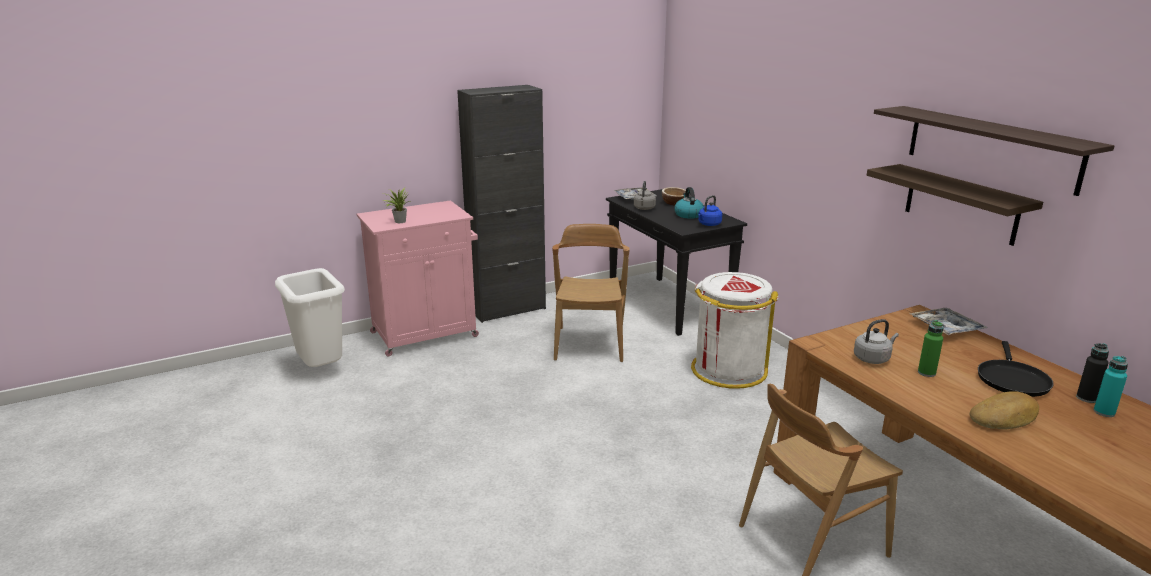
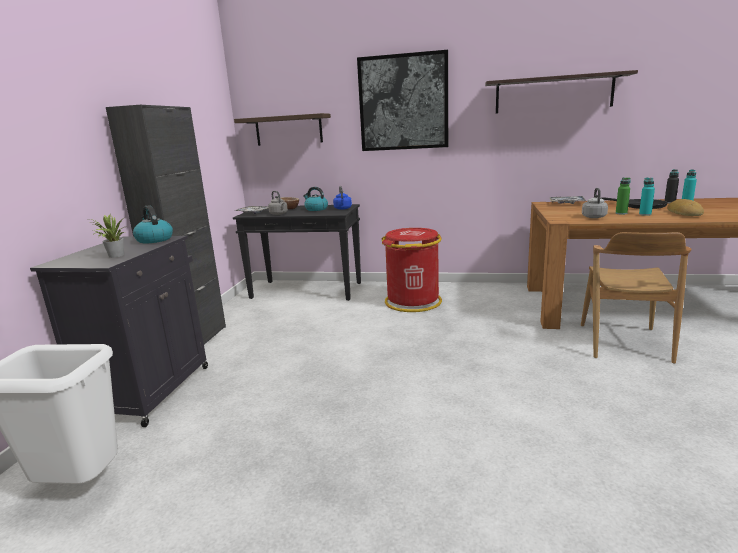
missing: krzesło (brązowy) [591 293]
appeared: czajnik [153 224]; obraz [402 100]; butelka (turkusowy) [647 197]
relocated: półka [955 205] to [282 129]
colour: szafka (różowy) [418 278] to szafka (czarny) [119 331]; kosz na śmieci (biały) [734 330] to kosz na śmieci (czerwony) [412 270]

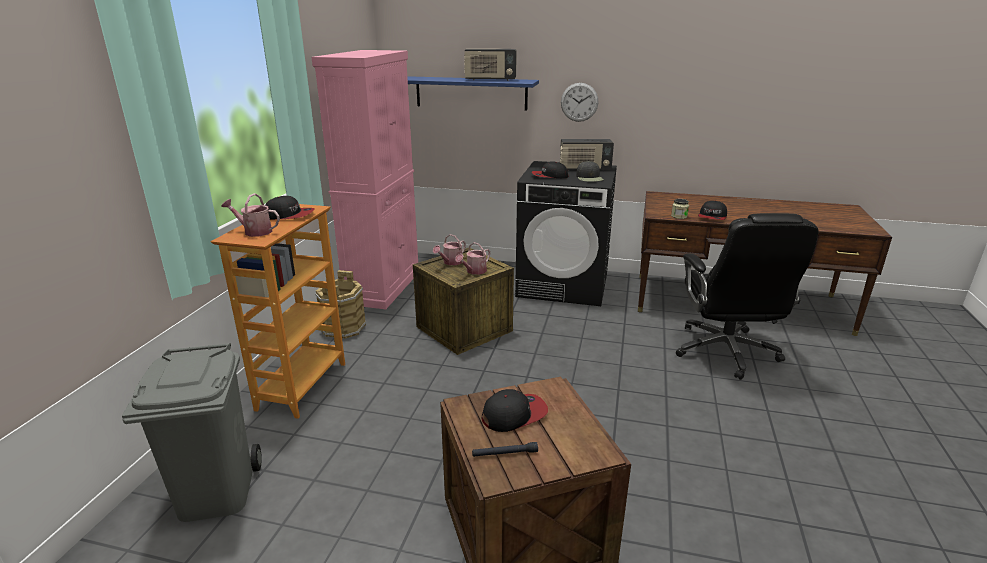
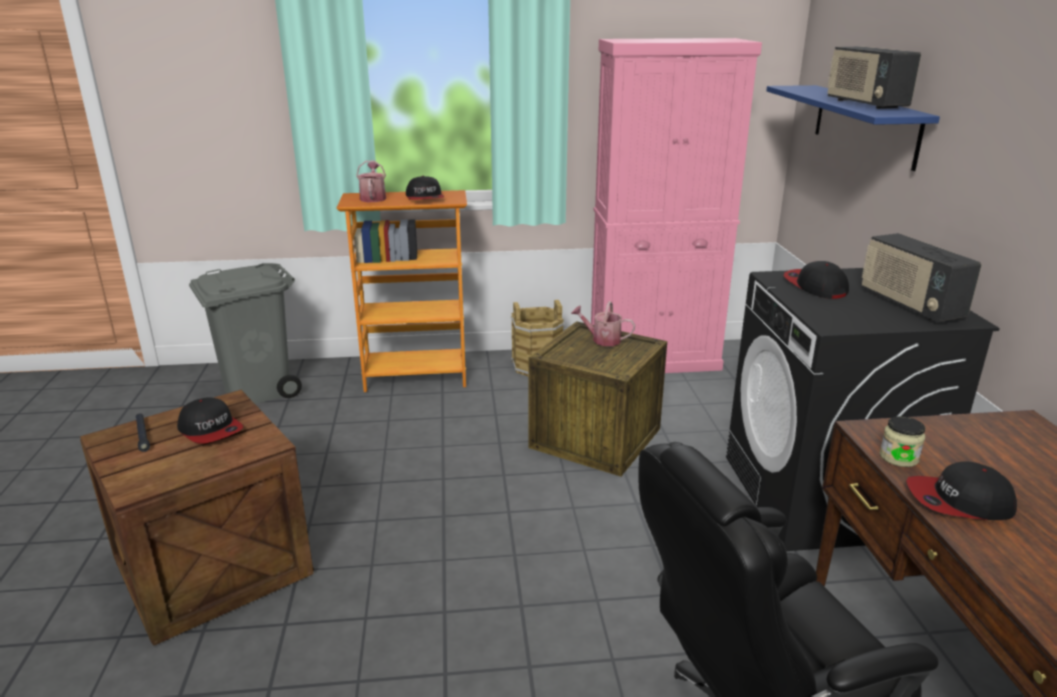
missing: konewka [472 258]; zegar ścienny [579 102]; czapka z daszkiem (czarny) [590 171]

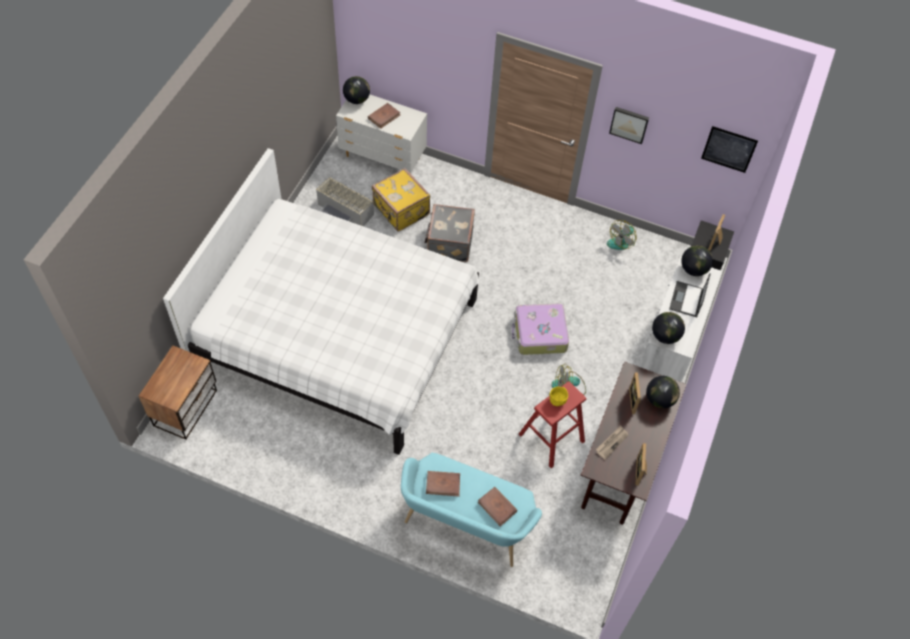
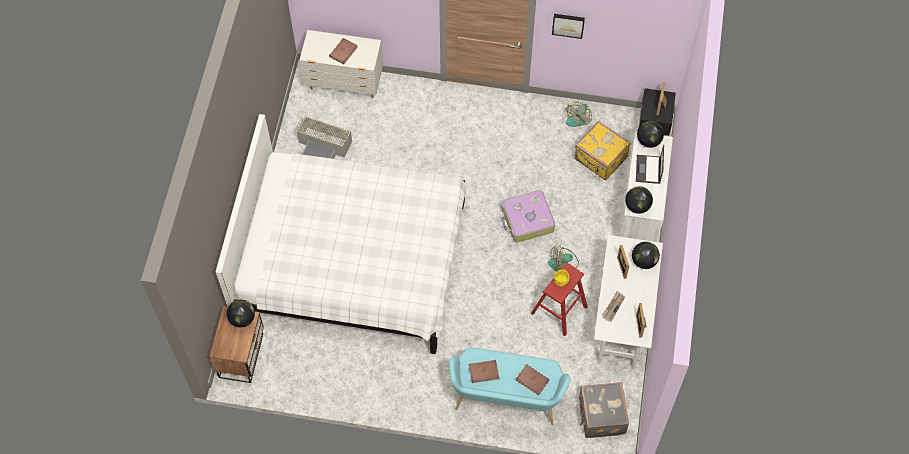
missing: obraz [729 149]
relocated: globus [356 90] to [241 313]; walizka (żółty) [401 200] to [602 151]; walizka (szary) [450 233] to [604 410]
colour: biurko (brązowy) [633 443] to biurko (biały) [628 302]

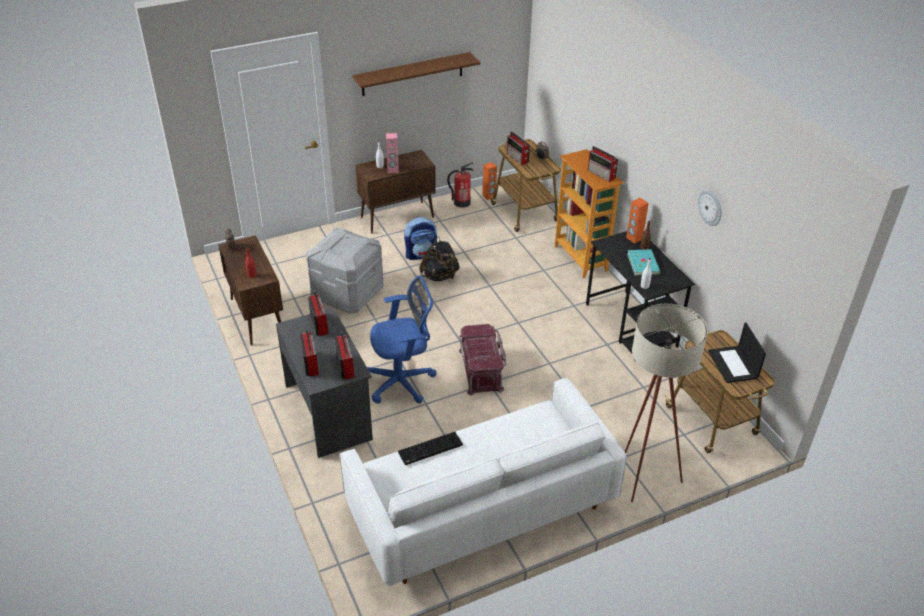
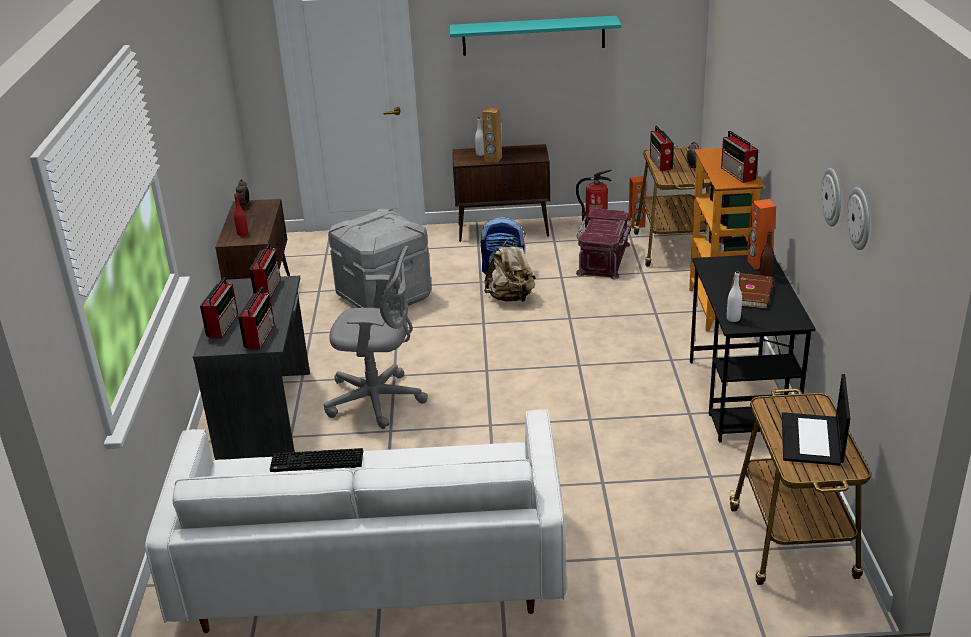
missing: lampa stojąca (beżowy) [666 403]
appeared: zegar ścienny [858 218]
relocated: pojemnik do przechowywania (czerwony) [483 360] to [604 244]
colour: półka (brązowy) [416 74] to półka (turkusowy) [535 36]; krzesło biurowe (niebieski) [402 339] to krzesło biurowe (szary) [376 337]; głośnik (różowy) [392 153] to głośnik (brązowy) [492 134]; plecak (czarny) [439 259] to plecak (beżowy) [510 270]; książka (turkusowy) [643 262] to książka (brązowy) [751 291]

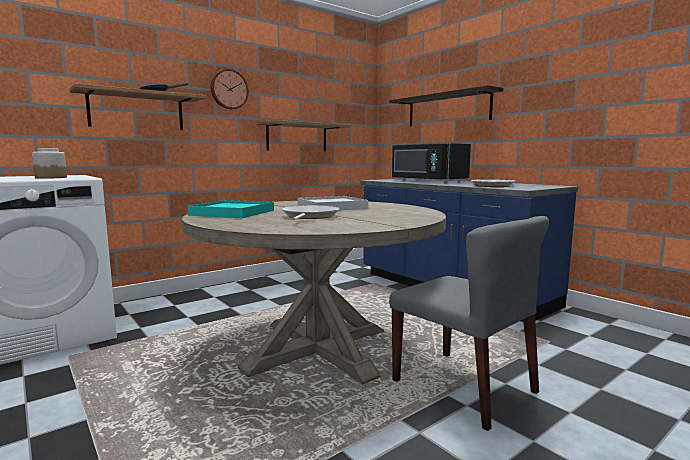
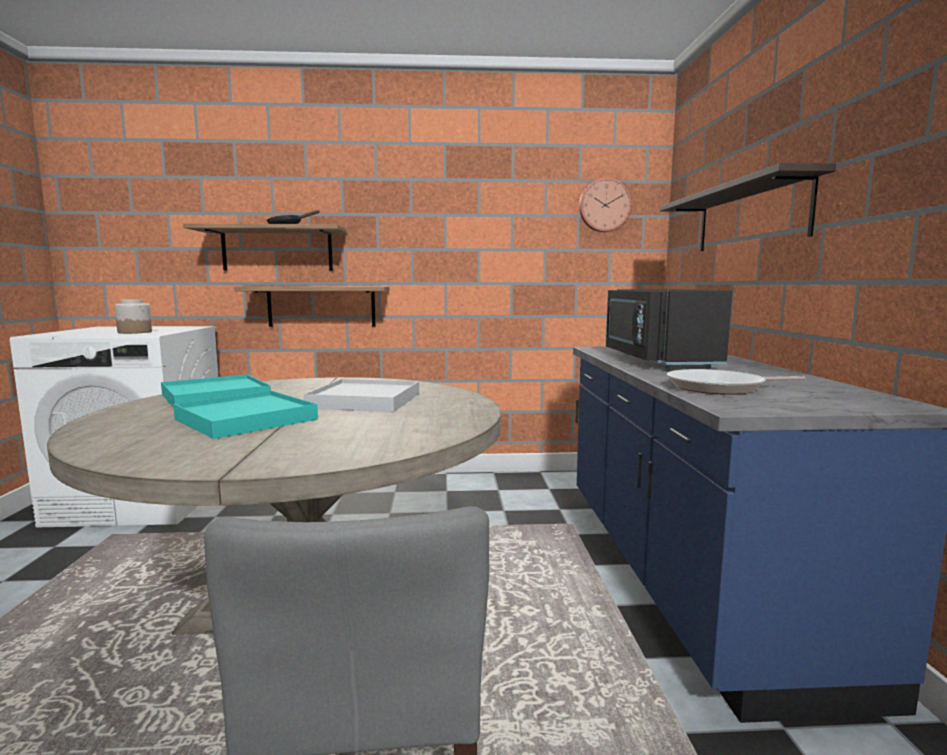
relocated: zegar ścienny [229 89] to [605 204]; półka [304 135] to [311 307]
exchanged: patelnia [310 212] to taca (turkusowy) [245 415]

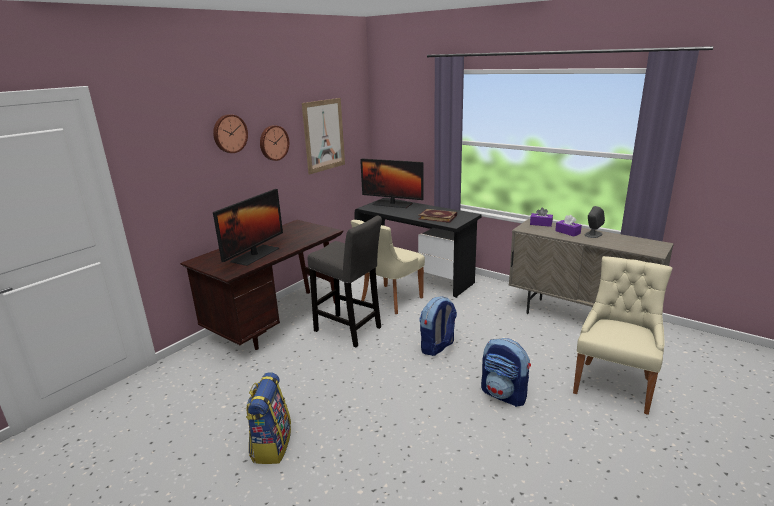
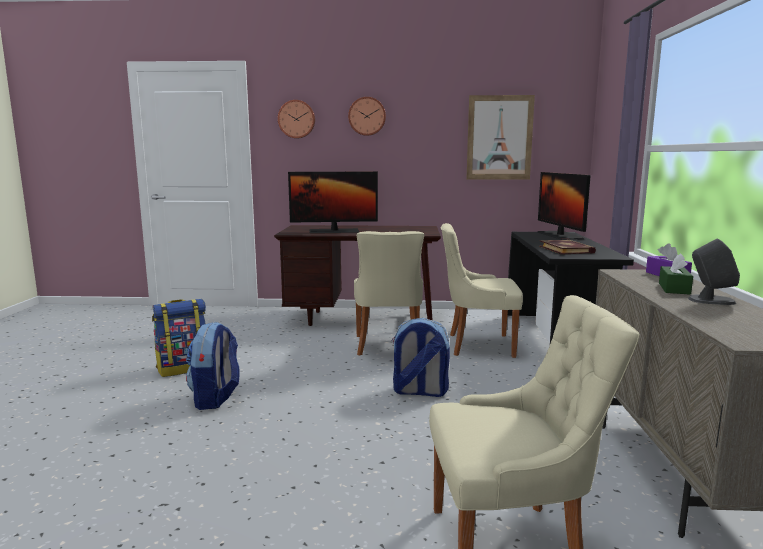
relocated: zegar ścienny [274 143] to [296 119]; plecak [506 372] to [212 365]
exchanged: stołek (szary) [345 281] to krzesło (beżowy) [389 293]
colour: pudełko chusteczek (fioletowy) [568 225] to pudełko chusteczek (zielony) [676 274]

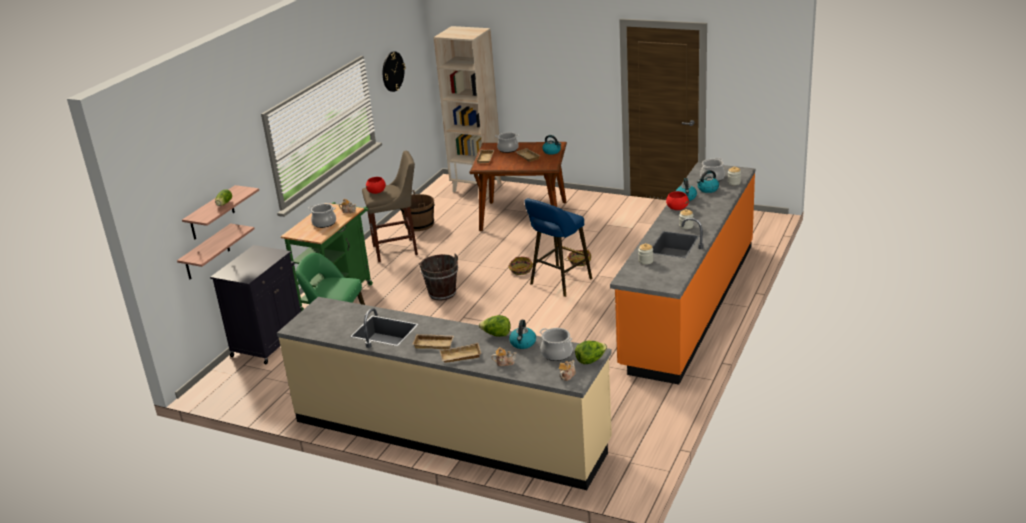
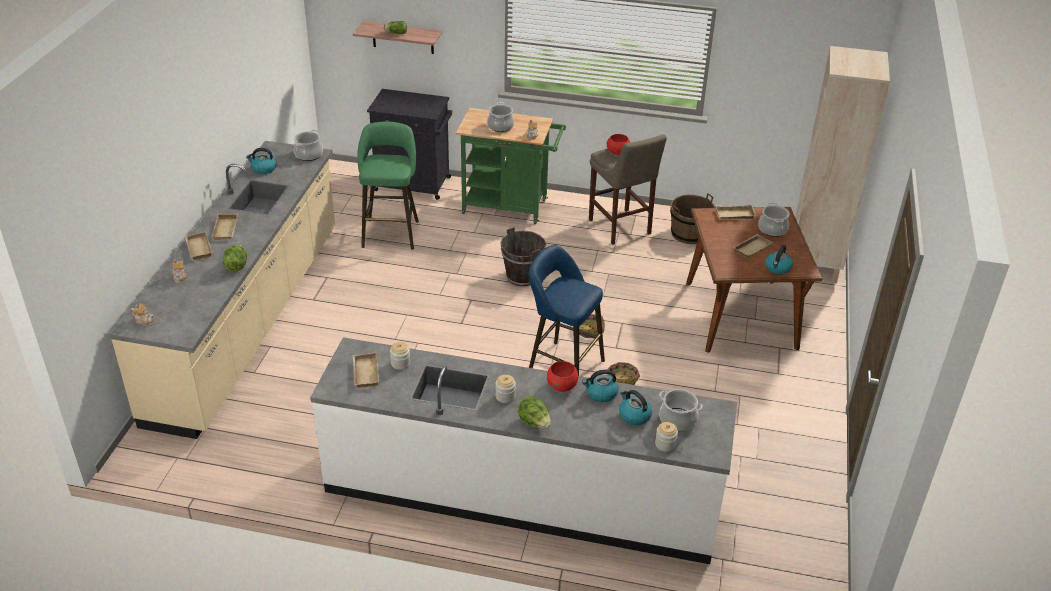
missing: półka [215 251]; zegar ścienny [394 71]
appeared: taca (beżowy) [366 370]
relocated: czajnik [522 334] to [261 161]; garnek [556 344] to [308 145]; sałata [591 352] to [534 412]
colour: zabudowa kuchenna (pomarańczowy) [682 274] to zabudowa kuchenna (biały) [523 450]

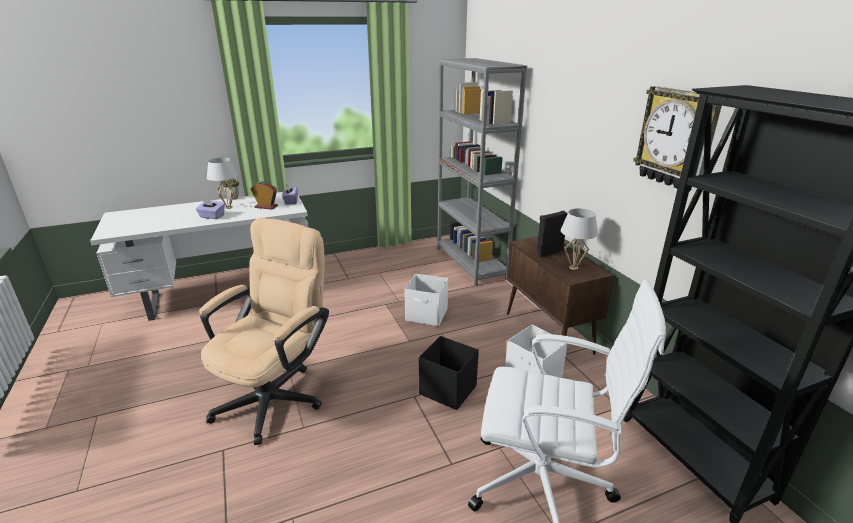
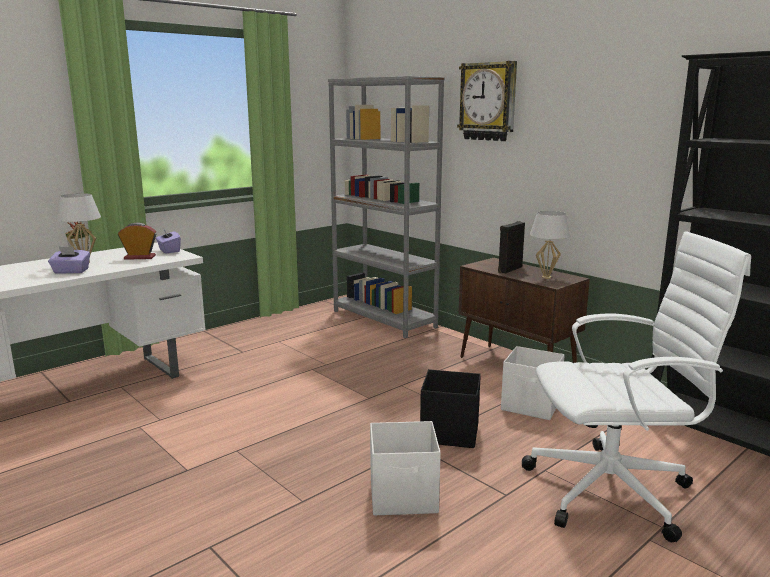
missing: krzesło biurowe (beżowy) [264 331]
relocated: pojemnik do przechowywania (biały) [426 300] to [405 468]; zegar ścienny [677 139] to [487 101]

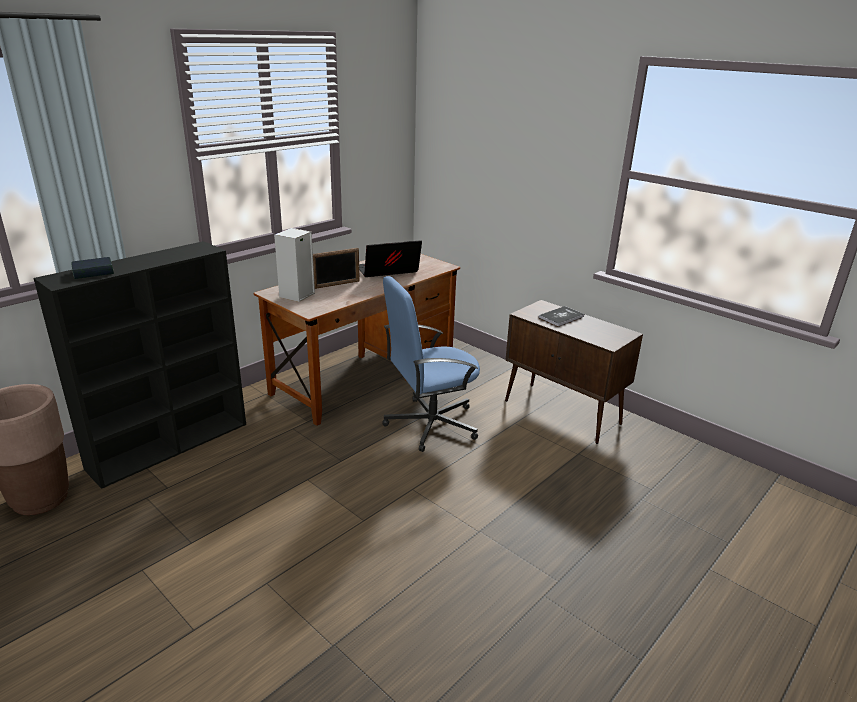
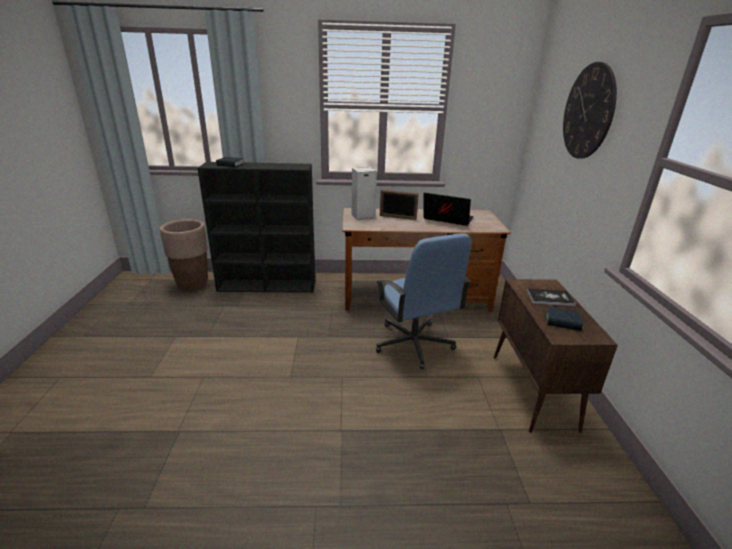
appeared: książka [564 318]; zegar ścienny [590 110]
spun: krzesło biurowe (niebieski) [431 364] = [423 301] 135 degrees counterclockwise

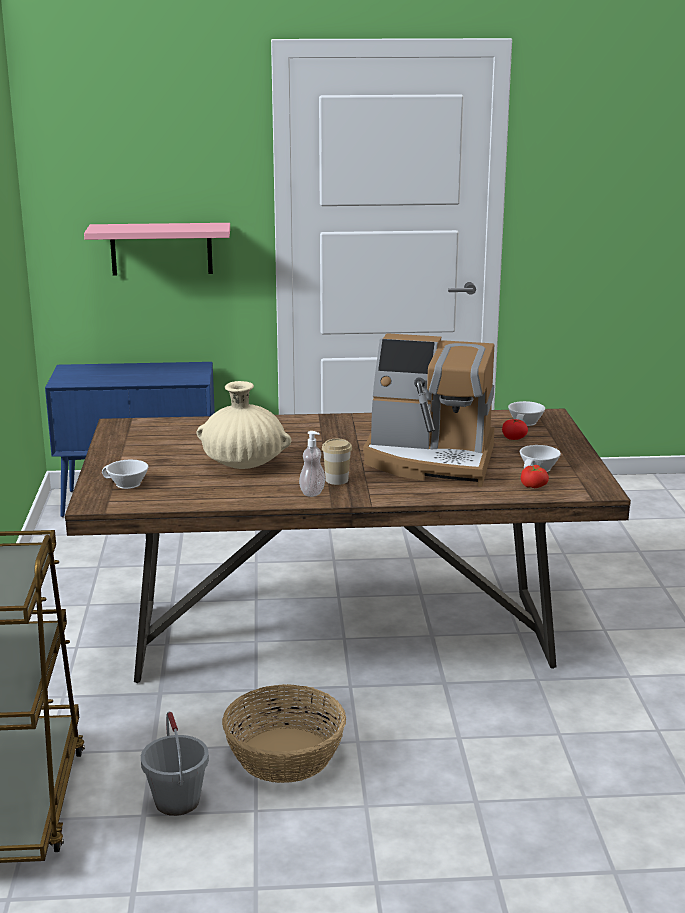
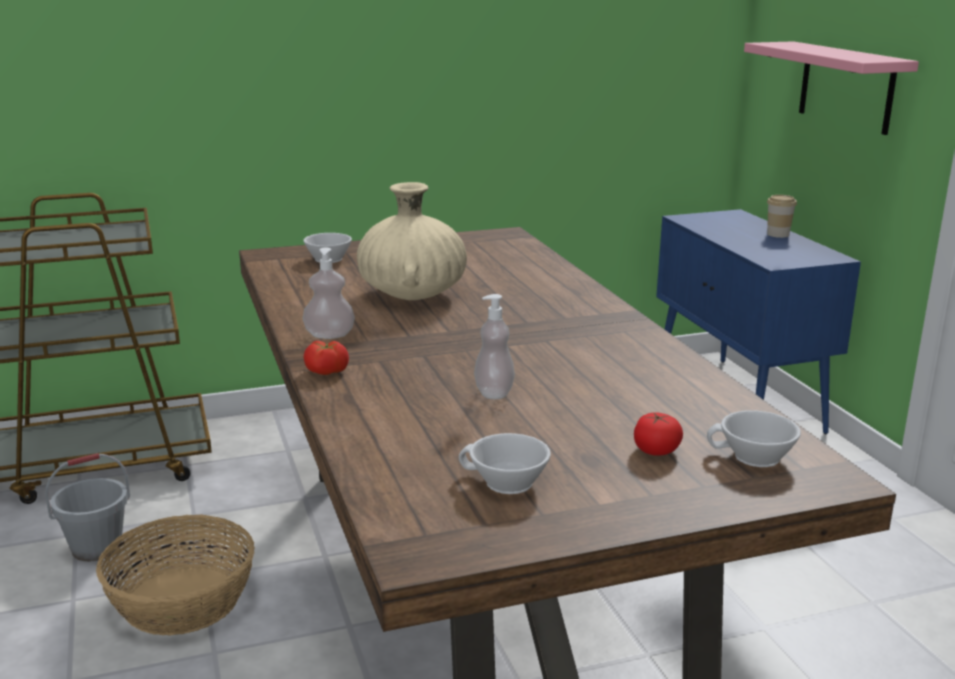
relocated: filiżanka [337 462] to [782 216]; pomidor [535 476] to [326 358]
exchanged: ekspres do kawy [429 410] to dozownik mydła [494 346]

